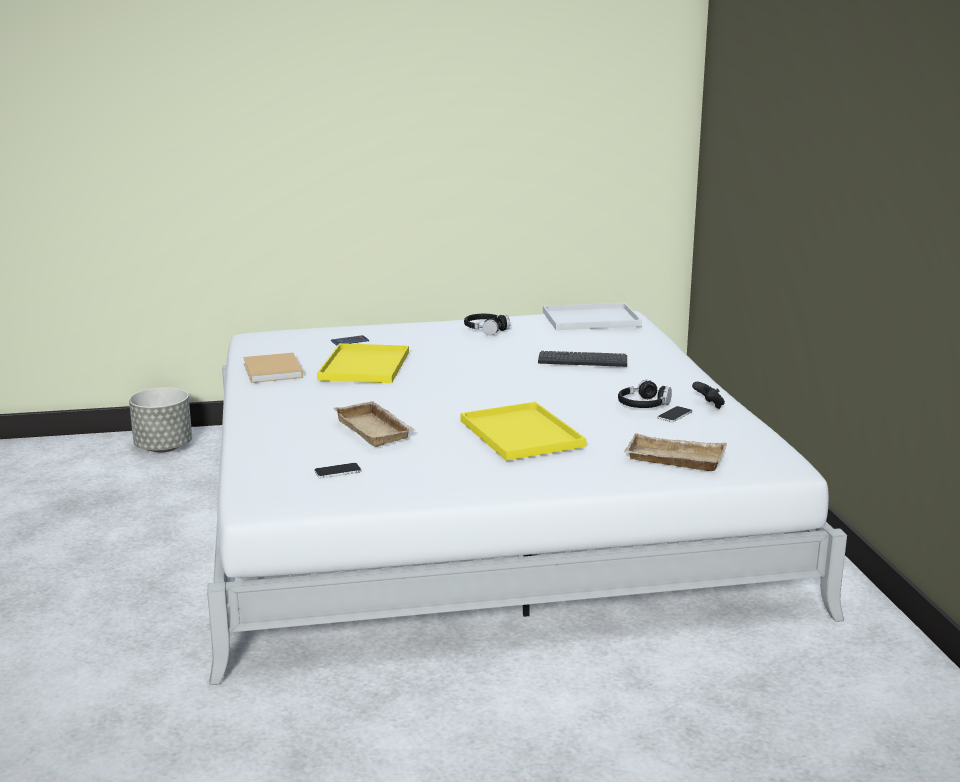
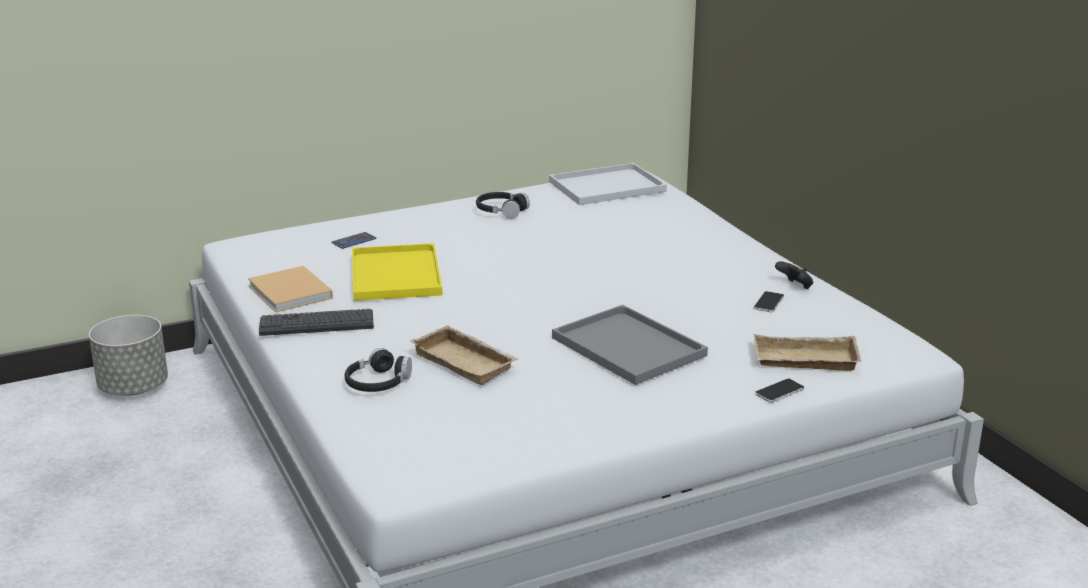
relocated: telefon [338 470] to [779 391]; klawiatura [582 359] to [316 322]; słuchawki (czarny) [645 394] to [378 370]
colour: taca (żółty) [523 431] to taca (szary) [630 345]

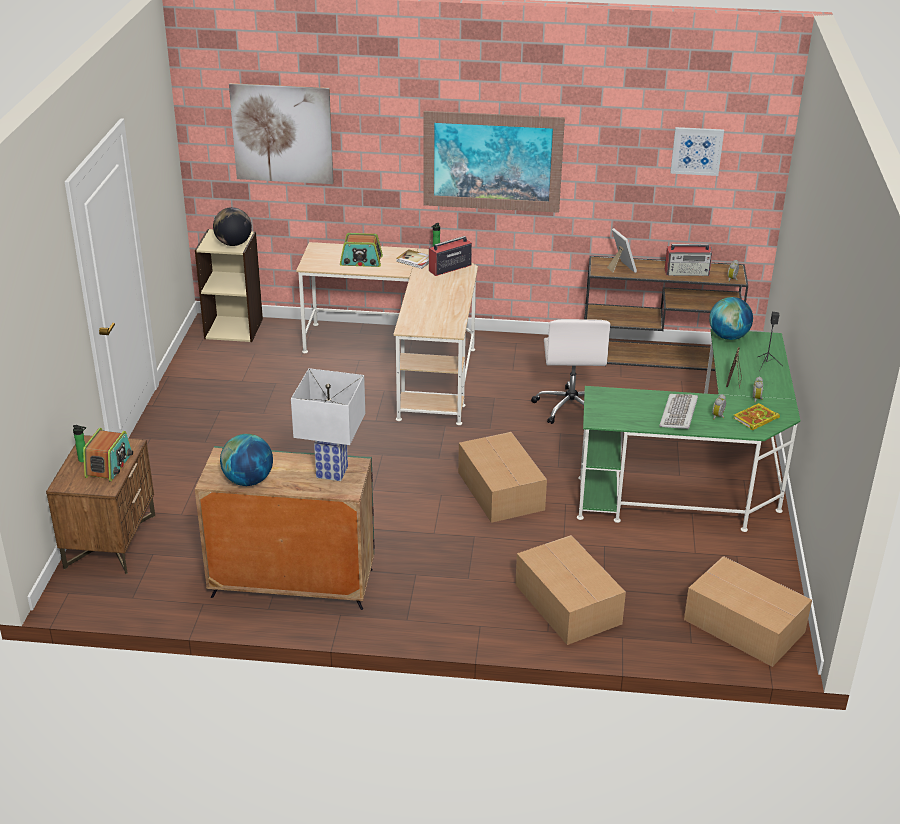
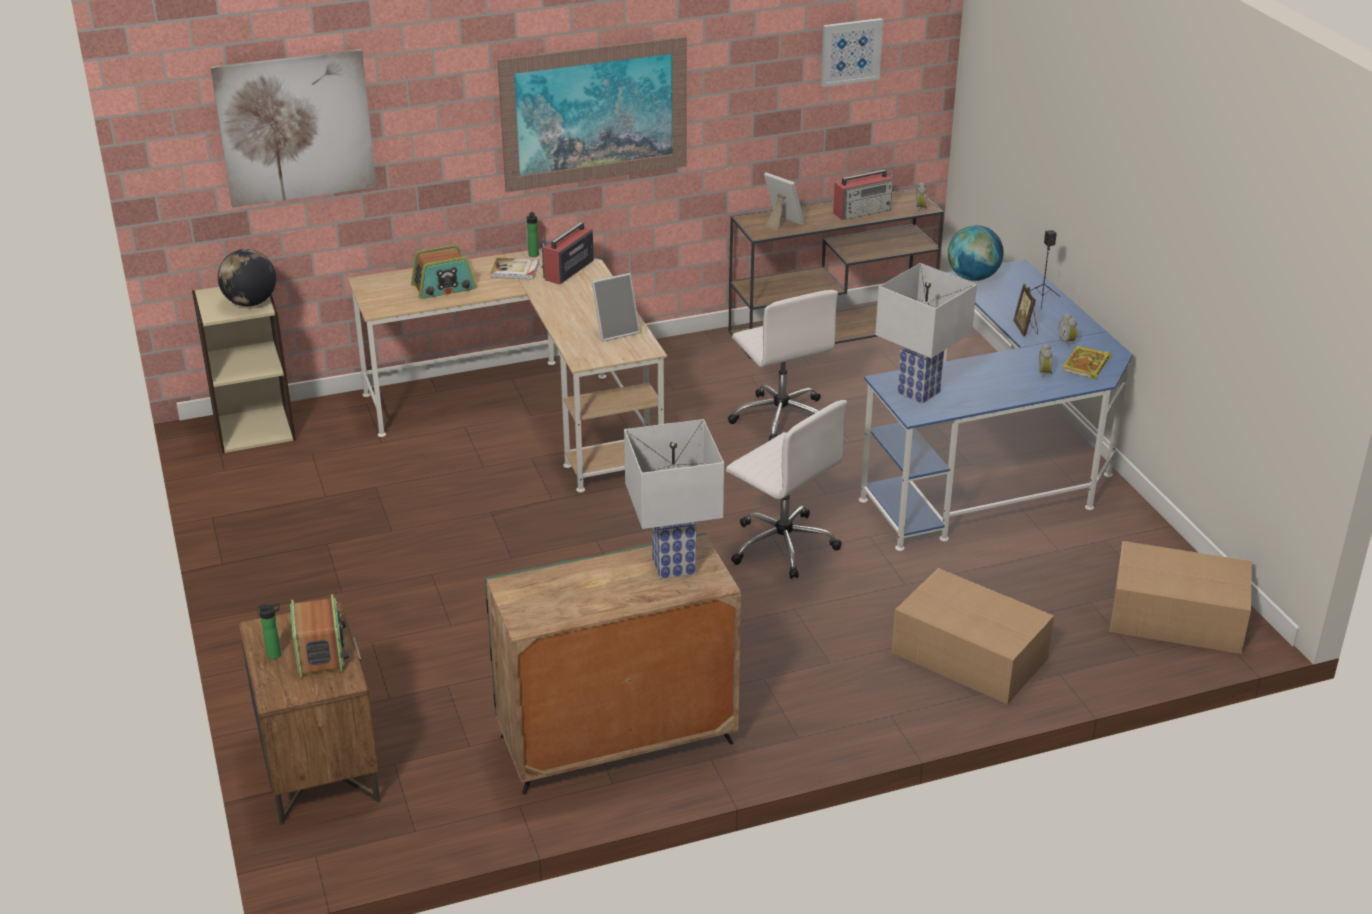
missing: globus [246 460]; klawiatura [678 411]
appeared: ramka na zdjęcie [616 307]; lampa stołowa (biały) [926 333]
exchanged: karton [502 477] to krzesło biurowe (biały) [786 489]
colour: biurko (zielony) [688 430] to biurko (niebieski) [996 405]

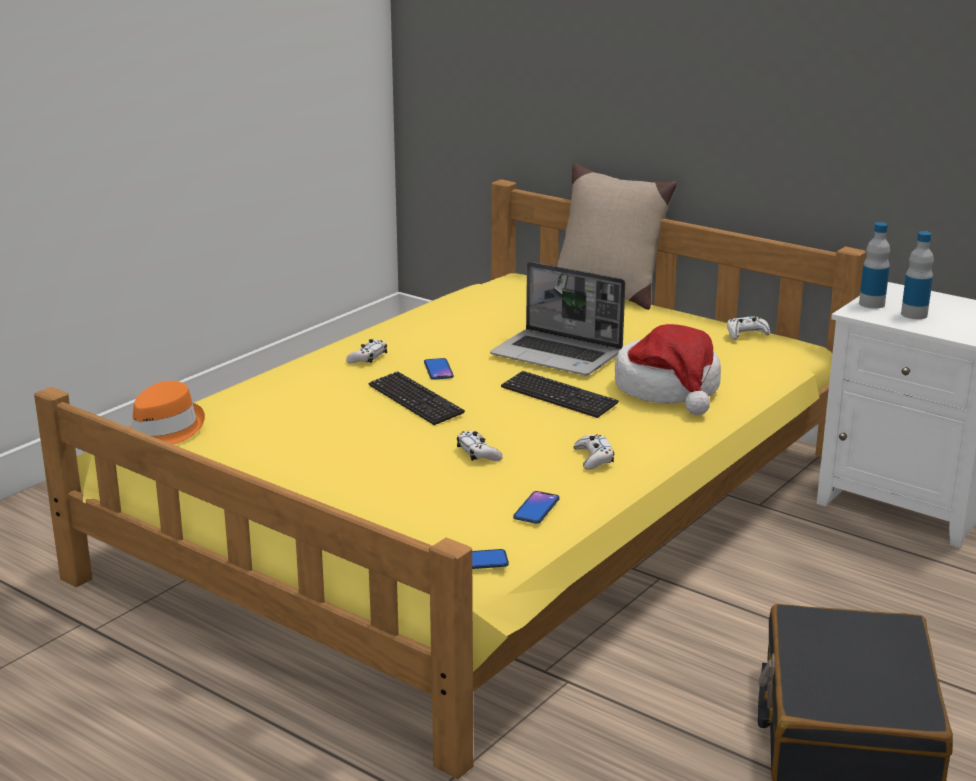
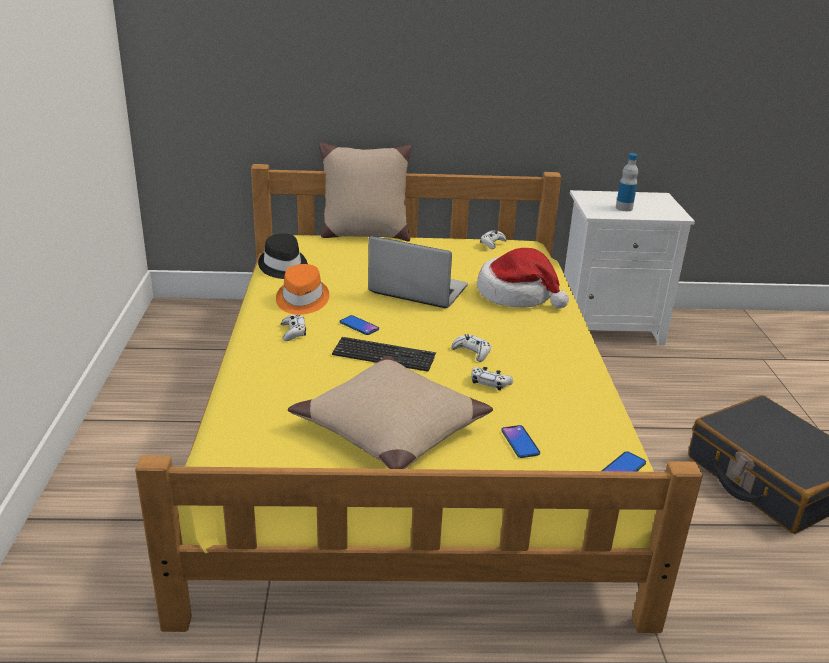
missing: klawiatura [560 394]; butelka [874 265]
appeared: kapelusz (czarny) [283 256]; poduszka (beżowy) [390 412]
relocated: kapelusz (pomarańczowy) [167 413] to [302 289]; telefon [536 507] to [520 441]; pad do gier (biały) [594 452] to [471 348]
spun: laptop [557 318] = [418 272] 150 degrees counterclockwise

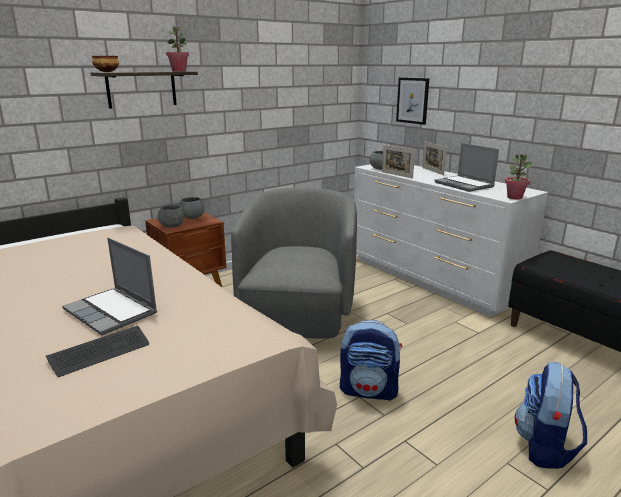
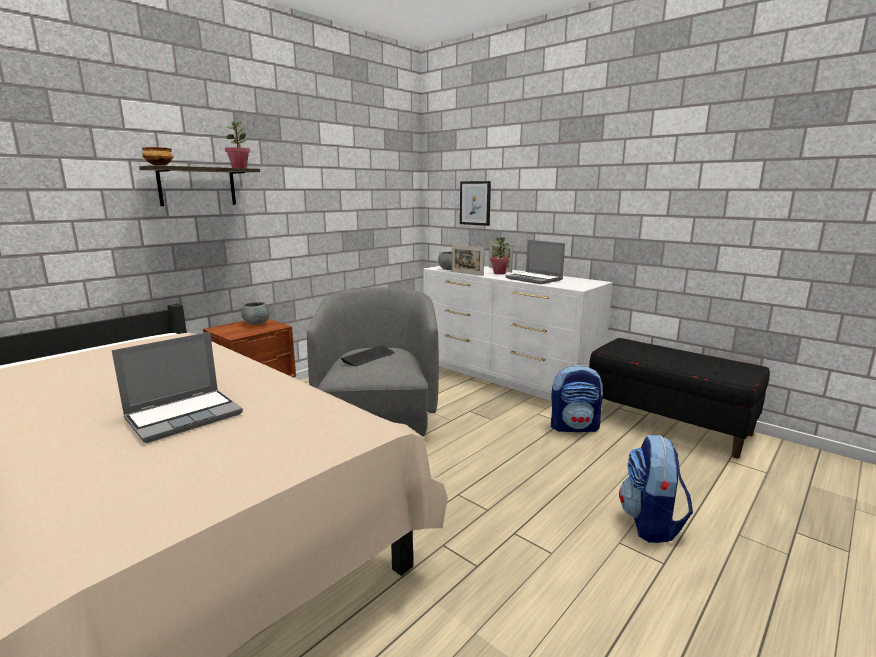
missing: miska (szary) [171 216]
relocated: klawiatura [97 351] to [367 355]; plecak [371 360] to [577 398]; roślina doniczkowa [519 176] to [500 255]
spun: laptop [109 286] = [177 387] 75 degrees counterclockwise

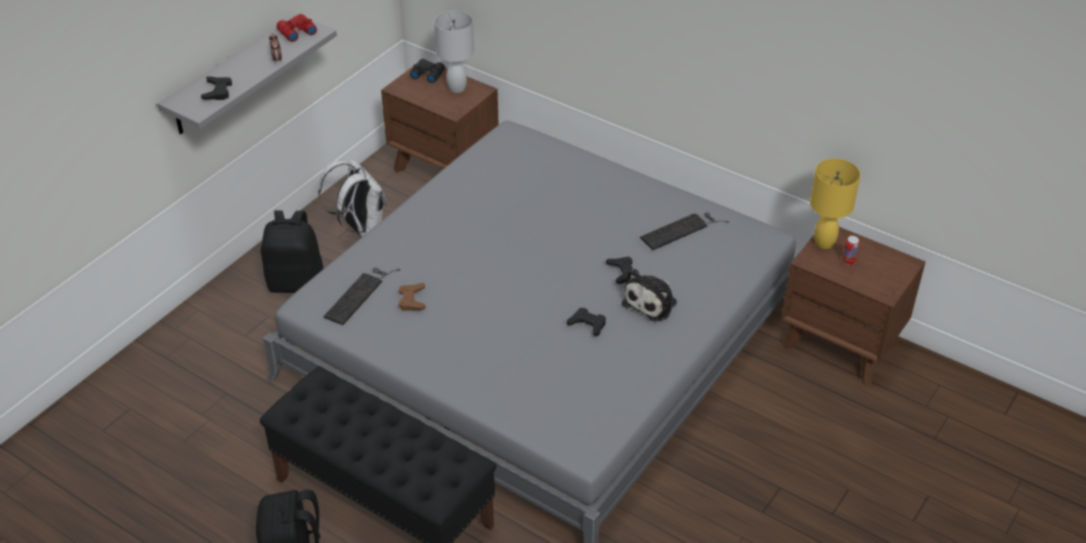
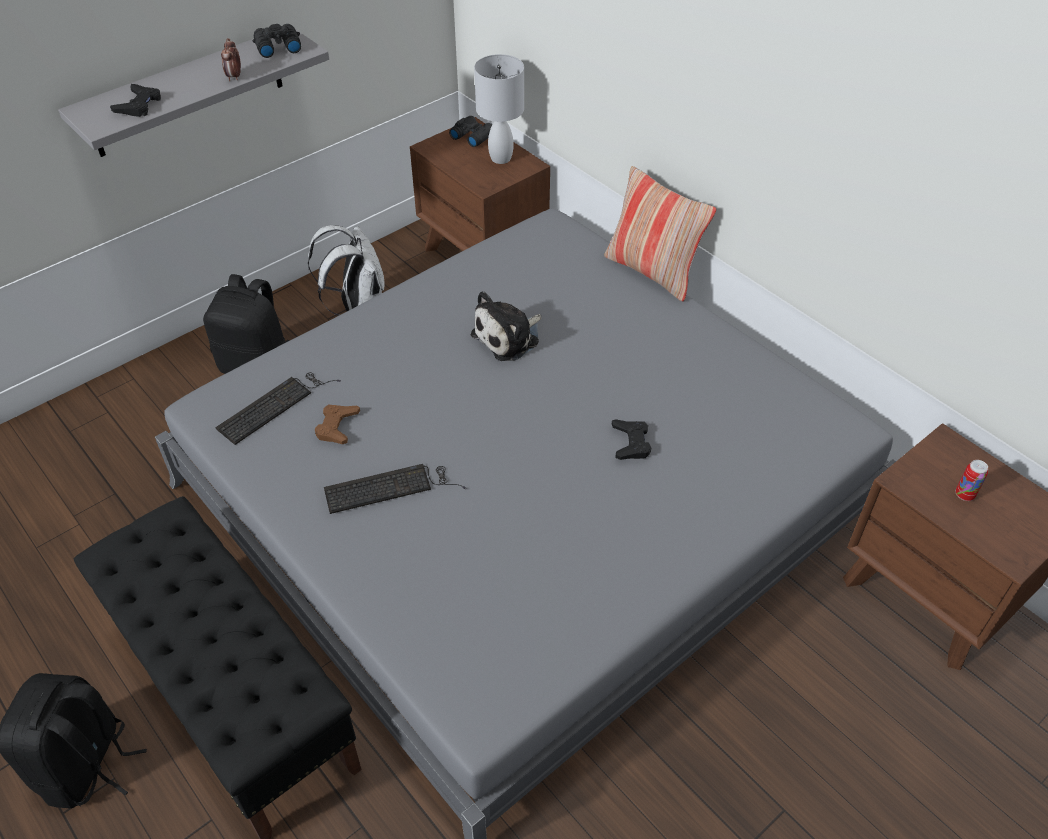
missing: pad do gier (czarny) [586 322]; lampa stołowa (żółty) [835 204]
appeared: poduszka [660 234]
relocated: pluszak [649 295] to [506 326]; klawiatura [684 231] to [395 489]
colour: lornetka (czerwony) [297 28] to lornetka (czarny) [276 41]

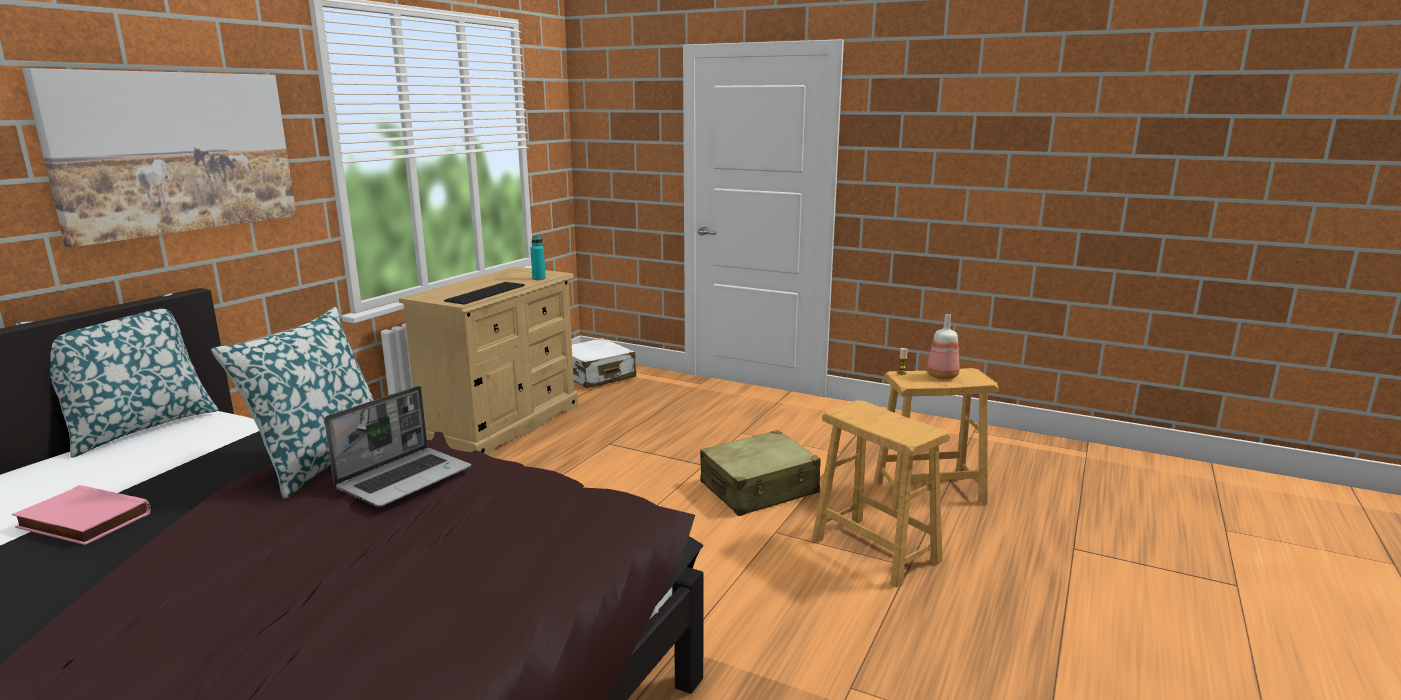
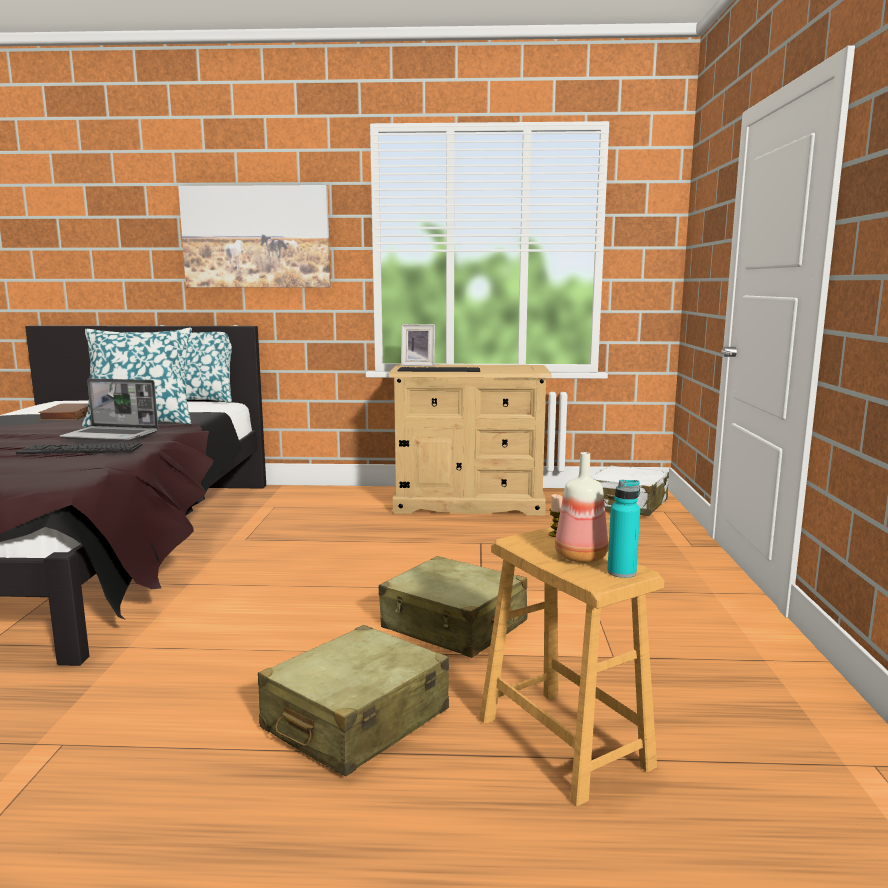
appeared: klawiatura [79 448]; ramka na zdjęcie [418 345]
relocated: butelka (turkusowy) [538 257] to [623 529]
exchanged: stołek (brązowy) [881 494] to walizka (beżowy) [353 701]
colour: książka (różowy) [81 515] to książka (brązowy) [63 411]

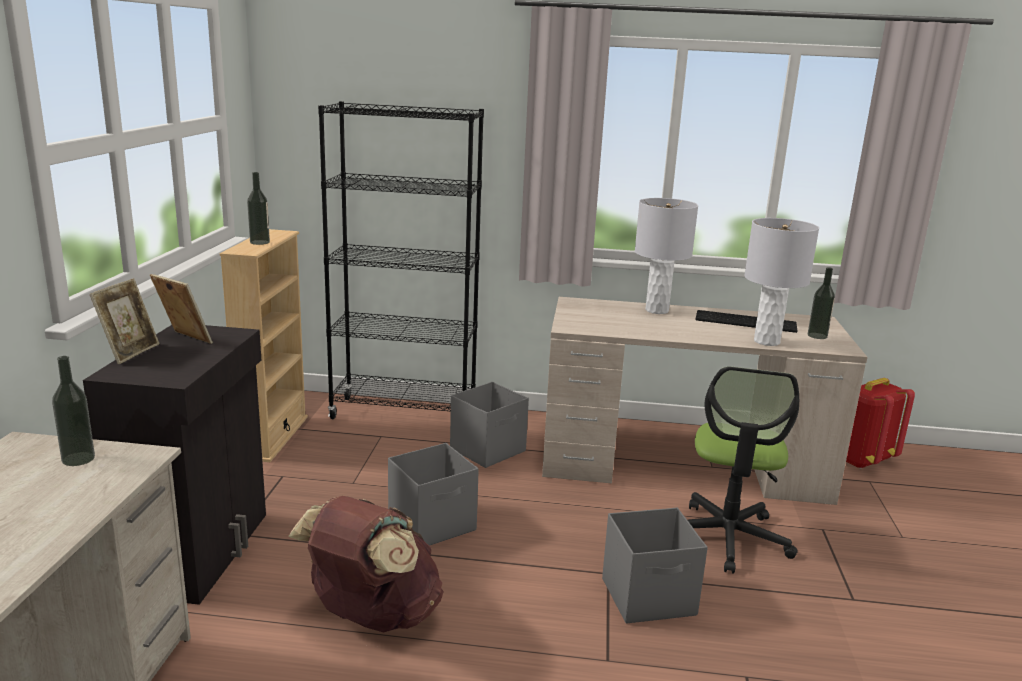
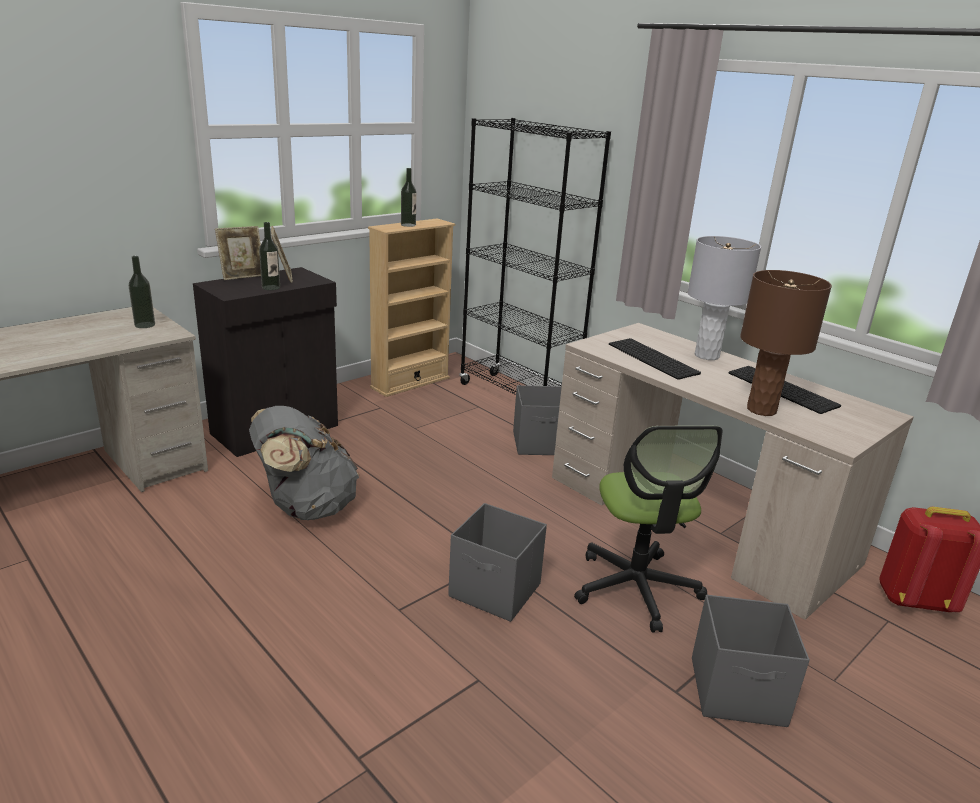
appeared: klawiatura [655 359]
relocated: pojemnik do przechowywania (szary) [433 494] to [751 660]; butelka [821 303] to [269 256]
colour: plecak (brązowy) [366 564] to plecak (szary) [304 463]; lampa stołowa (szary) [781 282] to lampa stołowa (brązowy) [786 343]
spun: krzesło biurowe [743 470] = [648 529] 60 degrees counterclockwise

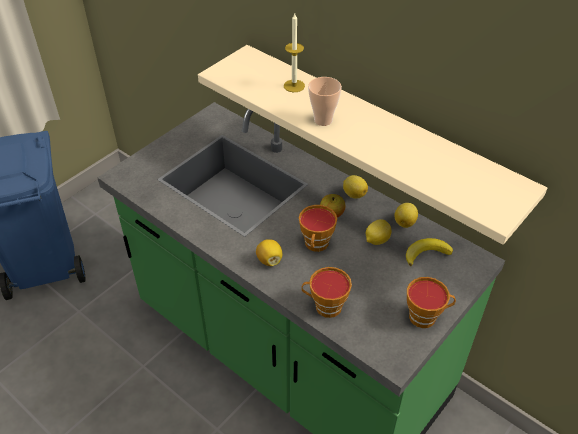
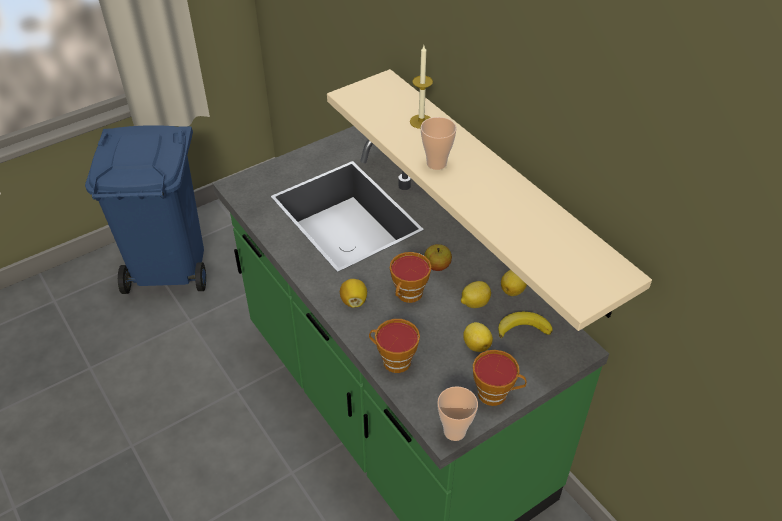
appeared: filiżanka [457 413]
relocated: cytryna [355 186] to [478 337]

